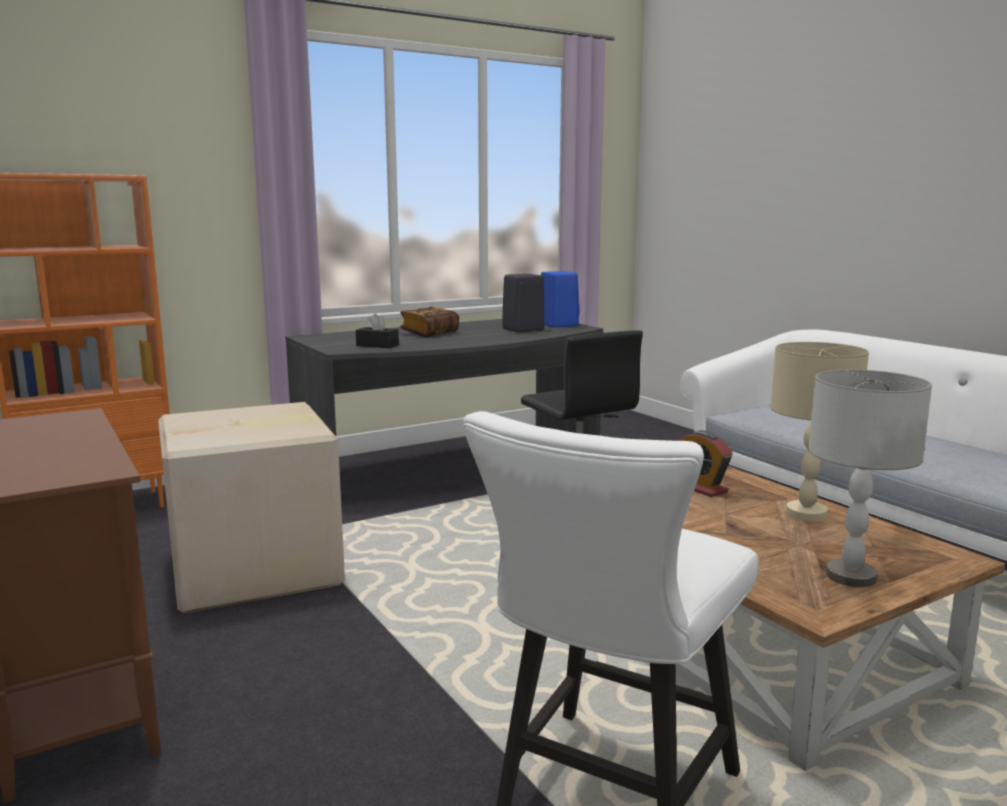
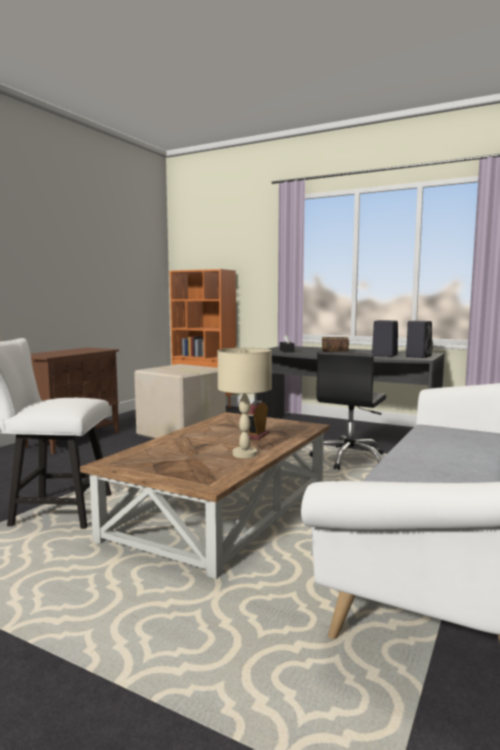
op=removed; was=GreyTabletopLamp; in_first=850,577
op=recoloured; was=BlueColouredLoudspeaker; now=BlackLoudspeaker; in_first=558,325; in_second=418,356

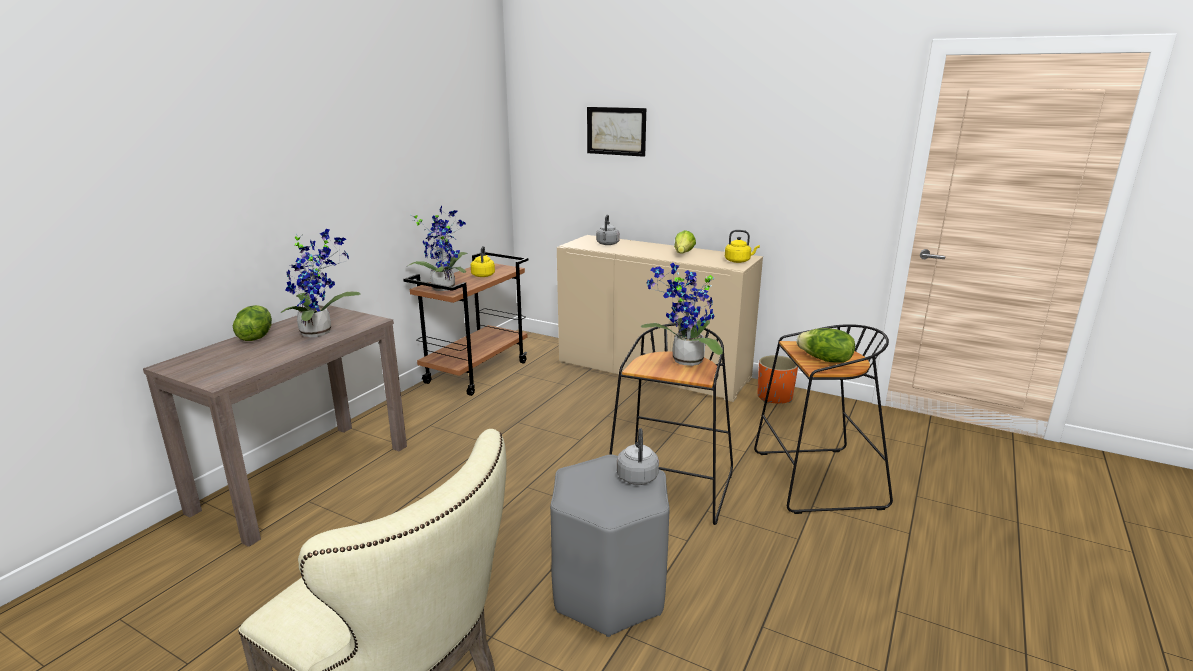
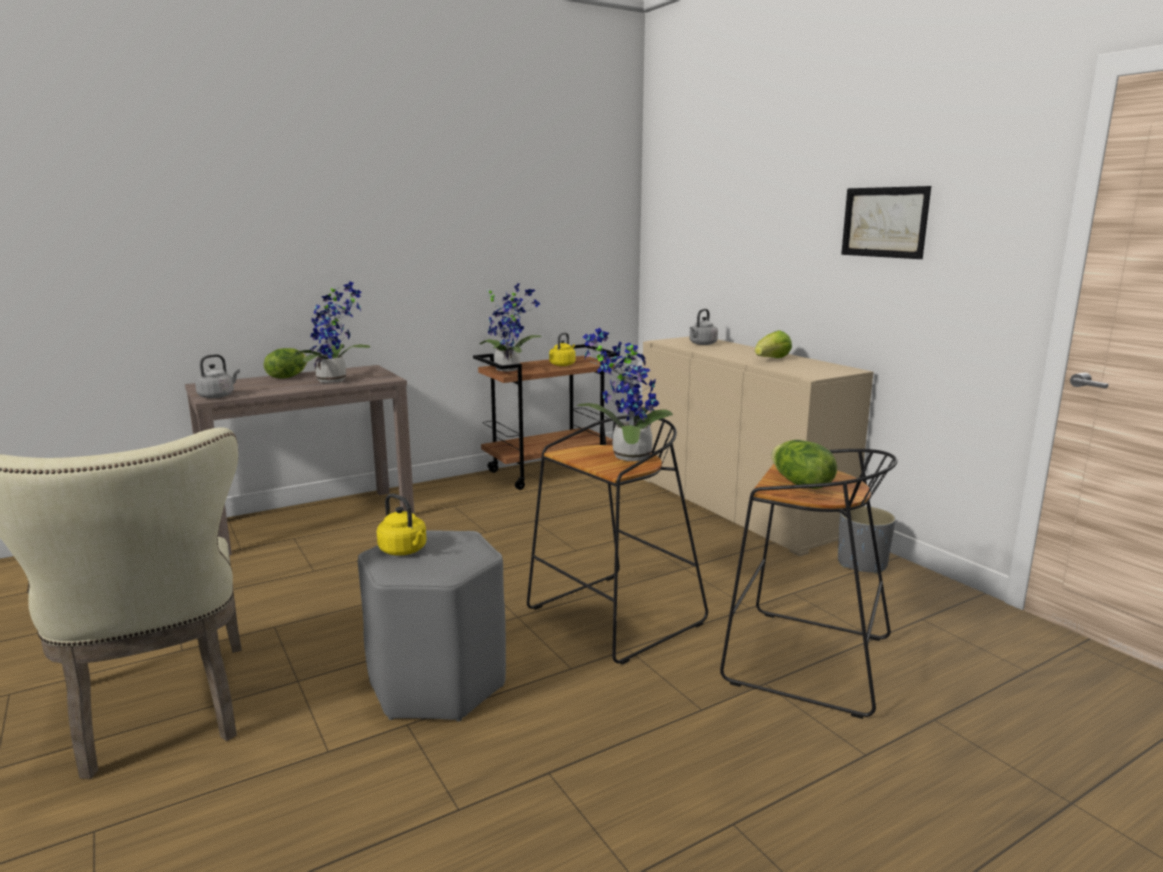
op=moved; was=Picture; in_first=616,131; in_second=884,222
op=moved; was=GreyTeaKettle; in_first=637,476; in_second=218,396
op=moved; was=YellowishTeaKettle; in_first=739,261; in_second=404,551
op=recoloured; was=OrangeFlowerPot; now=GreyFlowerPot; in_first=774,397; in_second=862,564

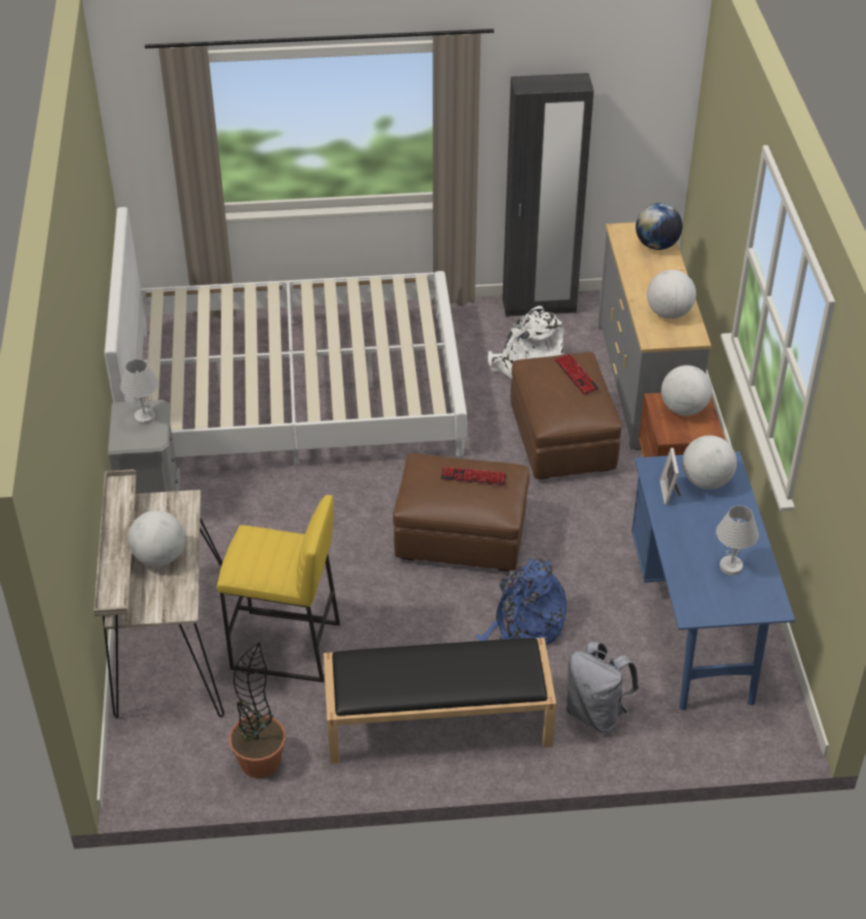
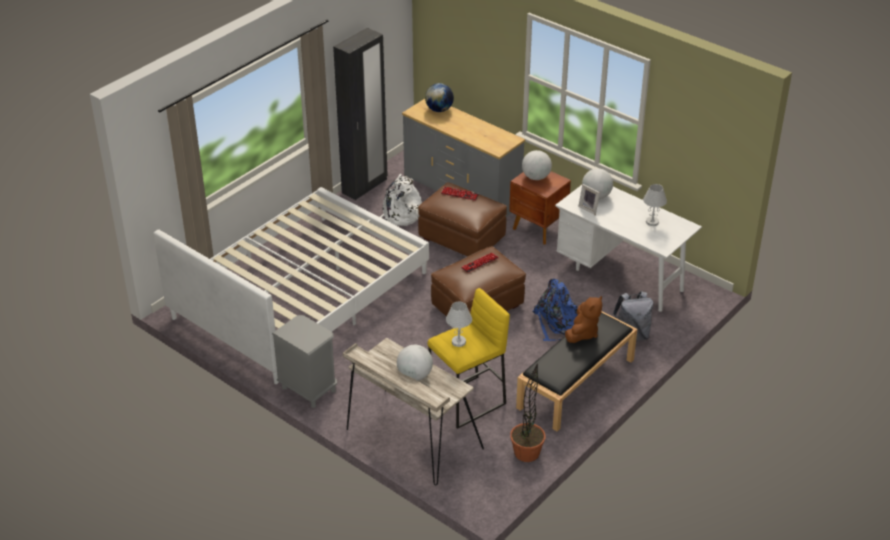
op=removed; was=WorldGlobe; in_first=669,313
op=added; now=BrownPlushToy; in_second=582,333
op=moved; was=WhiteTabletopLamp; in_first=145,417; in_second=459,342
op=recoloured; was=BlueColouredDeskUnit; now=WhiteDeskUnit; in_first=696,625; in_second=621,276

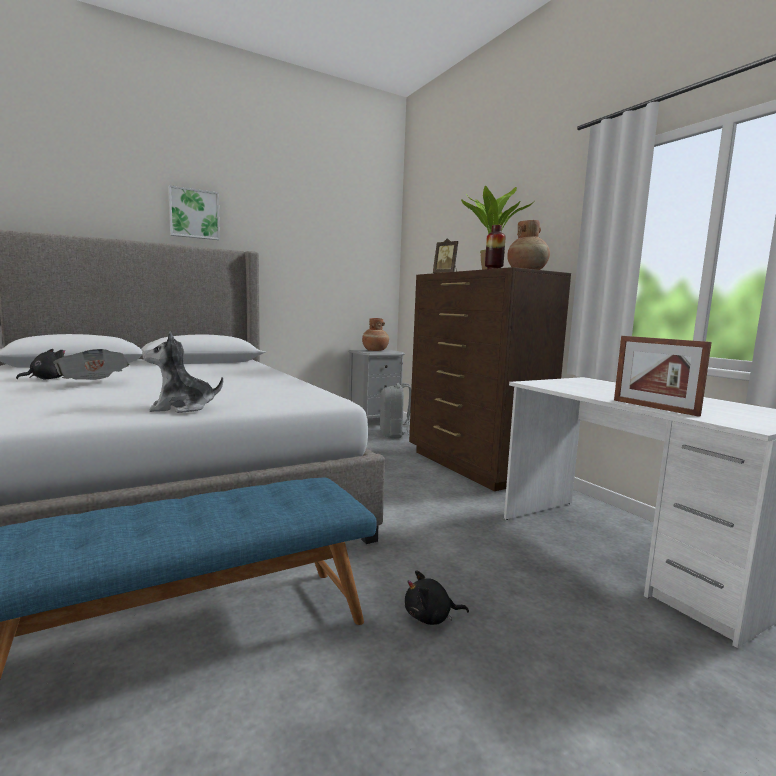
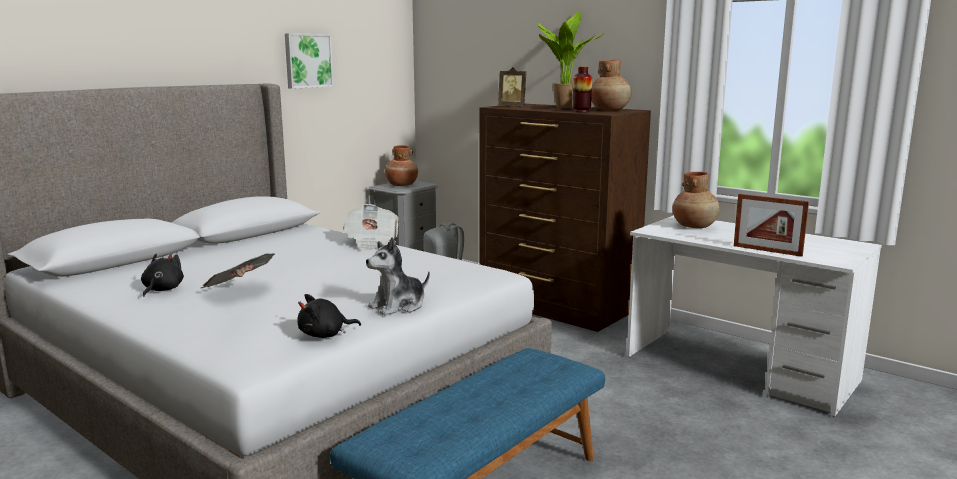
op=added; now=Newspaper; in_second=371,242
op=added; now=BrownFlowerVase; in_second=695,226
op=moved; was=Picture; in_first=194,214; in_second=308,60
op=moved; was=BlackPlushToy; in_first=431,617; in_second=325,335

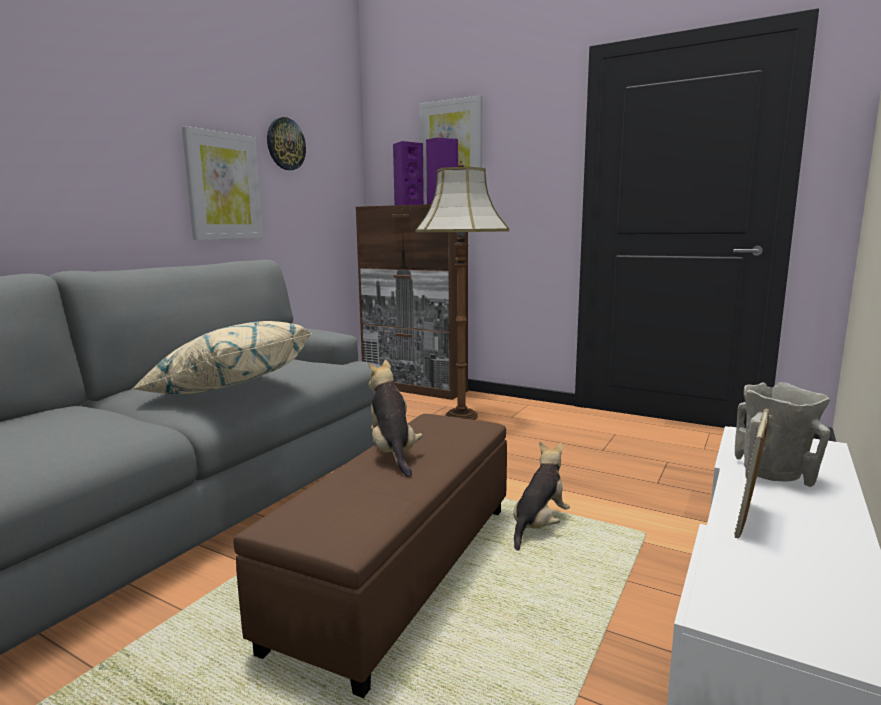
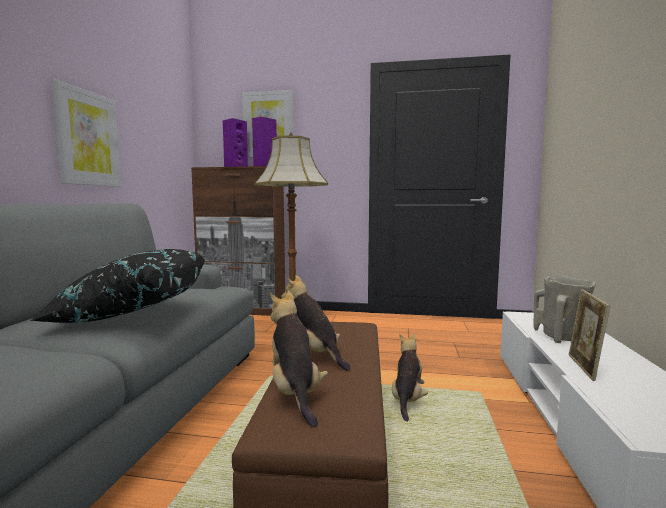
op=removed; was=ClockOnTheWall; in_first=285,144
op=added; now=PlushToy; in_second=295,392
op=recoloured; was=BeigeColouredThrowPillow; now=BlackThrowPillow; in_first=228,388; in_second=131,313

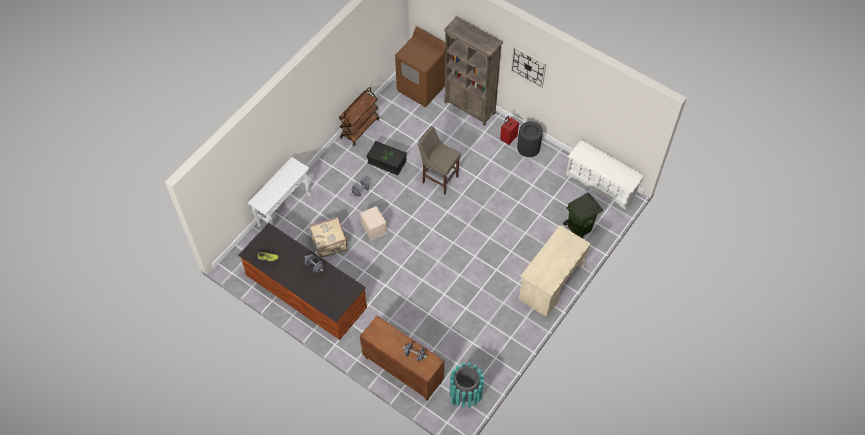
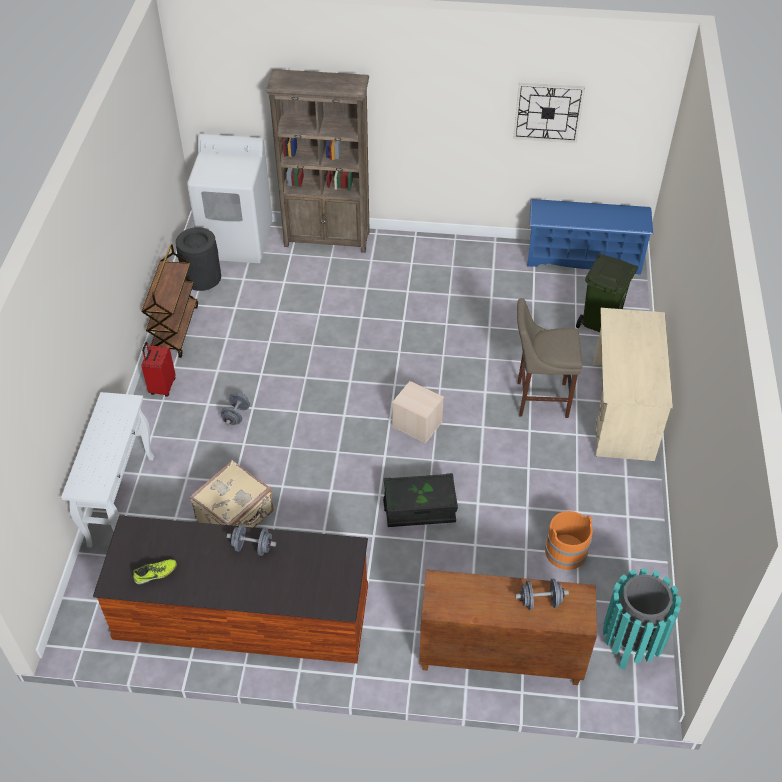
op=added; now=OrangeBucket; in_second=565,552
op=moved; was=BeigeColouredStorageContainer; in_first=373,228; in_second=416,424
op=moved; was=BlackStorageContainer; in_first=387,162; in_second=419,509
op=moved; was=BeigeColouredStool; in_first=438,178; in_second=539,399
op=moved; was=RedColouredSuitcase; in_first=508,138; in_second=162,387
op=moved; was=ClockOnTheWall; in_first=528,67; in_second=548,112
op=moved; was=BlackWasteBin; in_first=528,147; in_second=202,277
op=recoloured; was=BrownLaundryMachine; now=WhiteLaundryMachine; in_first=422,87; in_second=237,241
op=recoloured; was=WhiteShoeStand; now=BlueColouredShoeStand; in_first=601,184; in_second=583,257

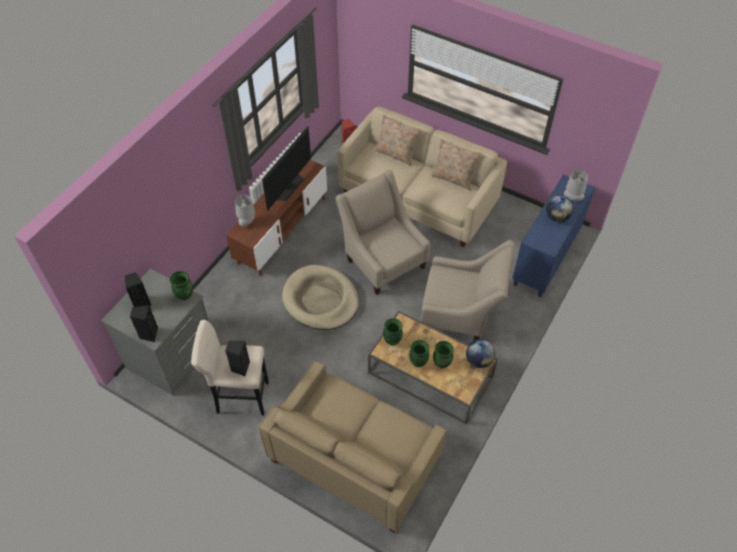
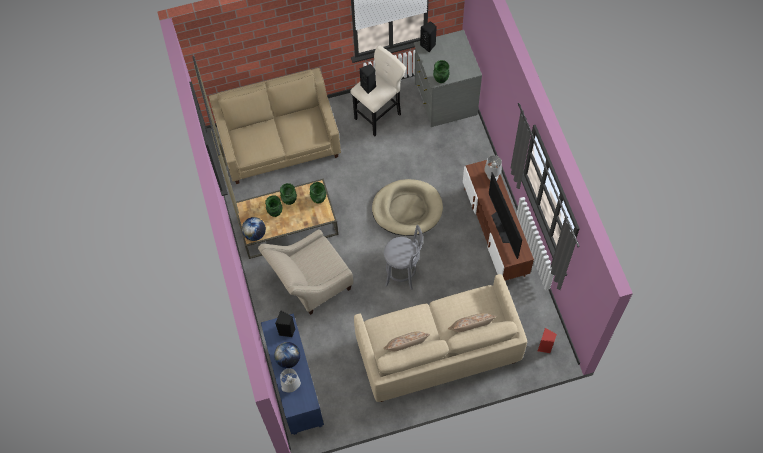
op=moved; was=BlackLoudspeaker; in_first=142,303; in_second=287,331
op=replaced; was=BeigeColouredEasyChair; now=GreyStool; in_first=382,260; in_second=403,274

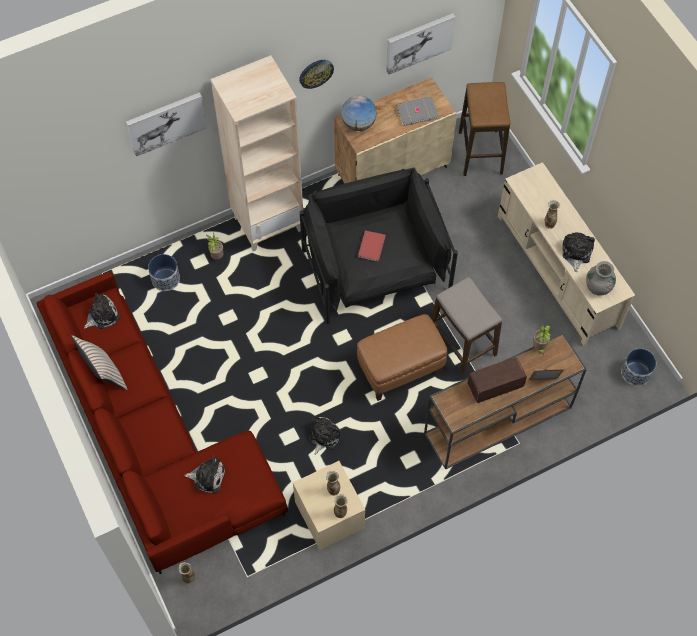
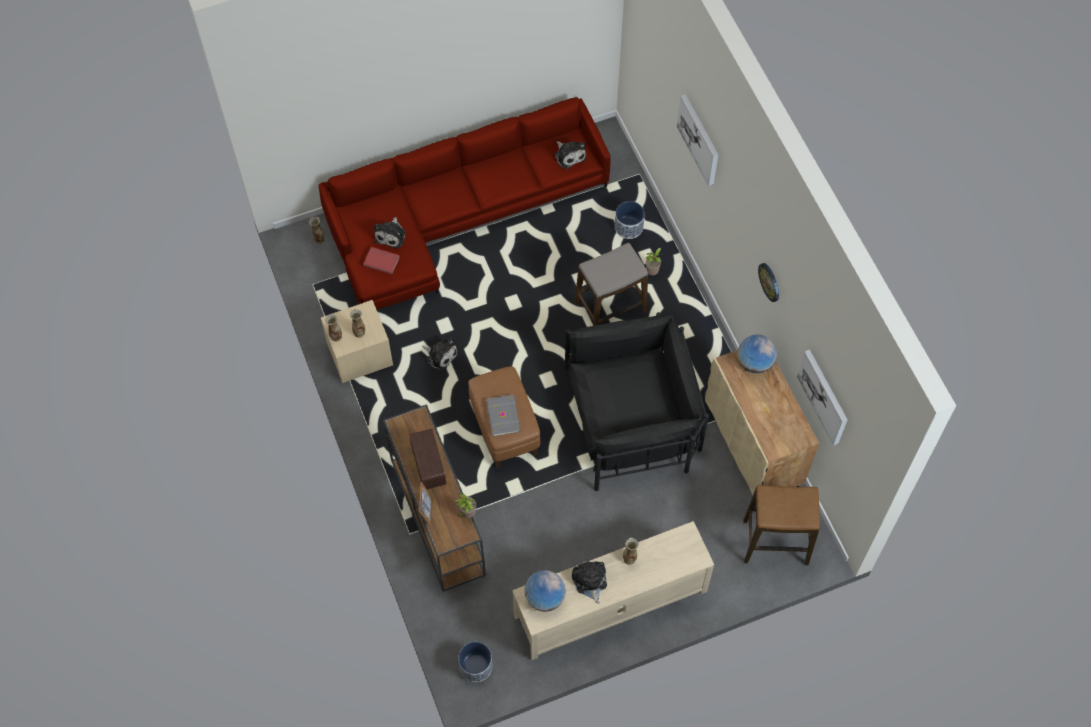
op=removed; was=BeigeColouredThrowPillow; in_first=104,373
op=removed; was=BeigeColouredBookshelf; in_first=268,223
op=moved; was=RedColouredVolume; in_first=370,246; in_second=381,260
op=moved; was=GreyVolume; in_first=416,112; in_second=504,416
op=moved; was=Stool; in_first=462,342; in_second=610,307
op=replaced; was=GreyFlowerVase; now=WorldGlobe; in_first=598,287; in_second=544,597
op=turned; was=PlushToy; in_first=576,253; in_second=589,581; clockwise=-120

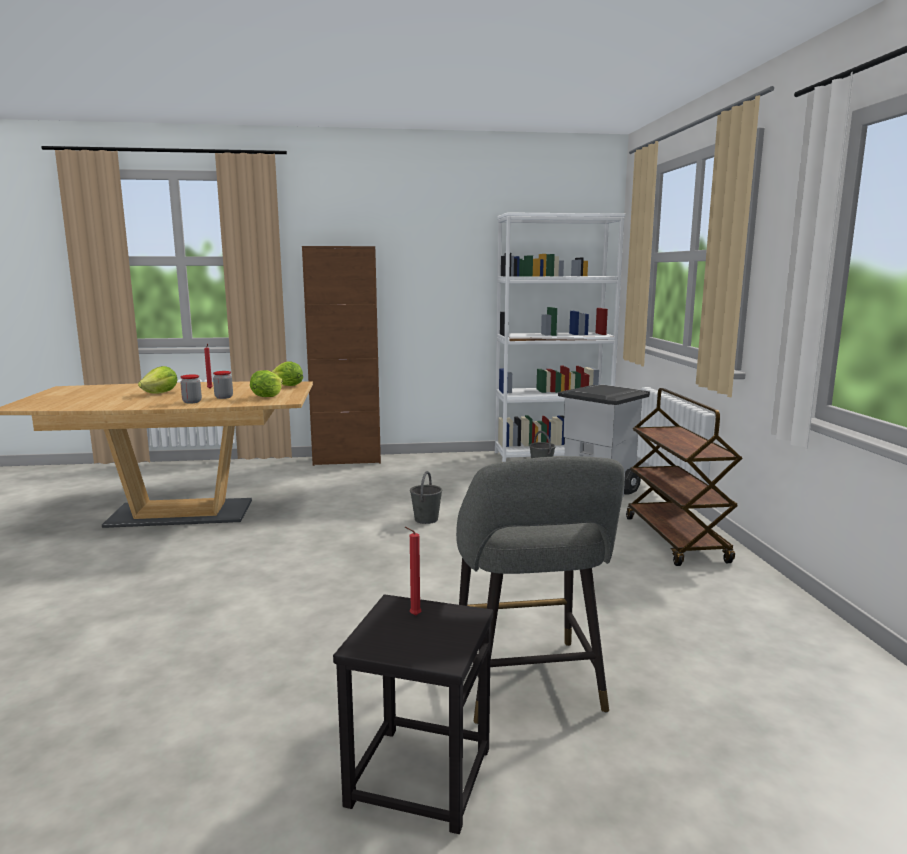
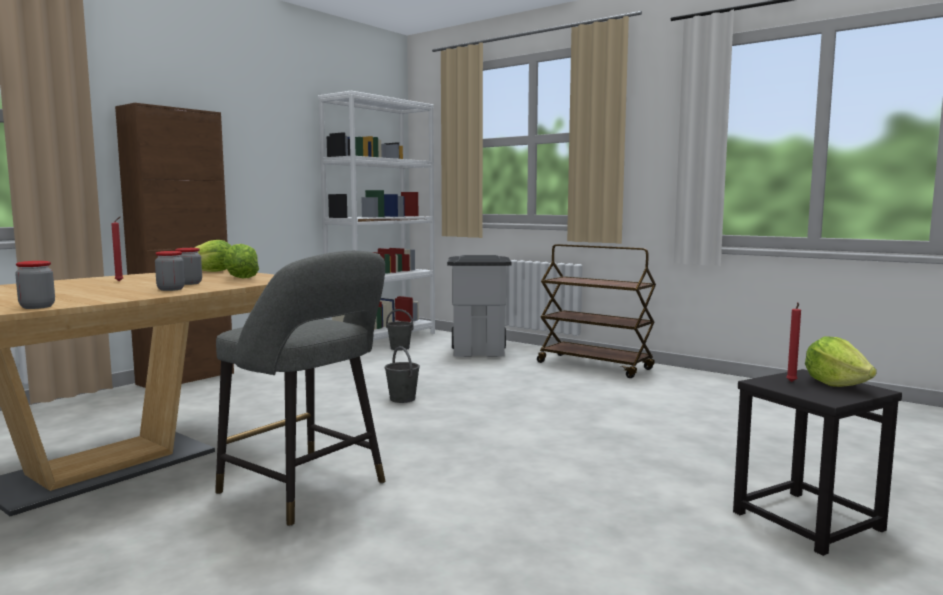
op=added; now=StorageJar; in_second=37,307
op=moved; was=Lettuce; in_first=161,393; in_second=835,384
op=moved; was=GreyStool; in_first=529,686; in_second=308,490

